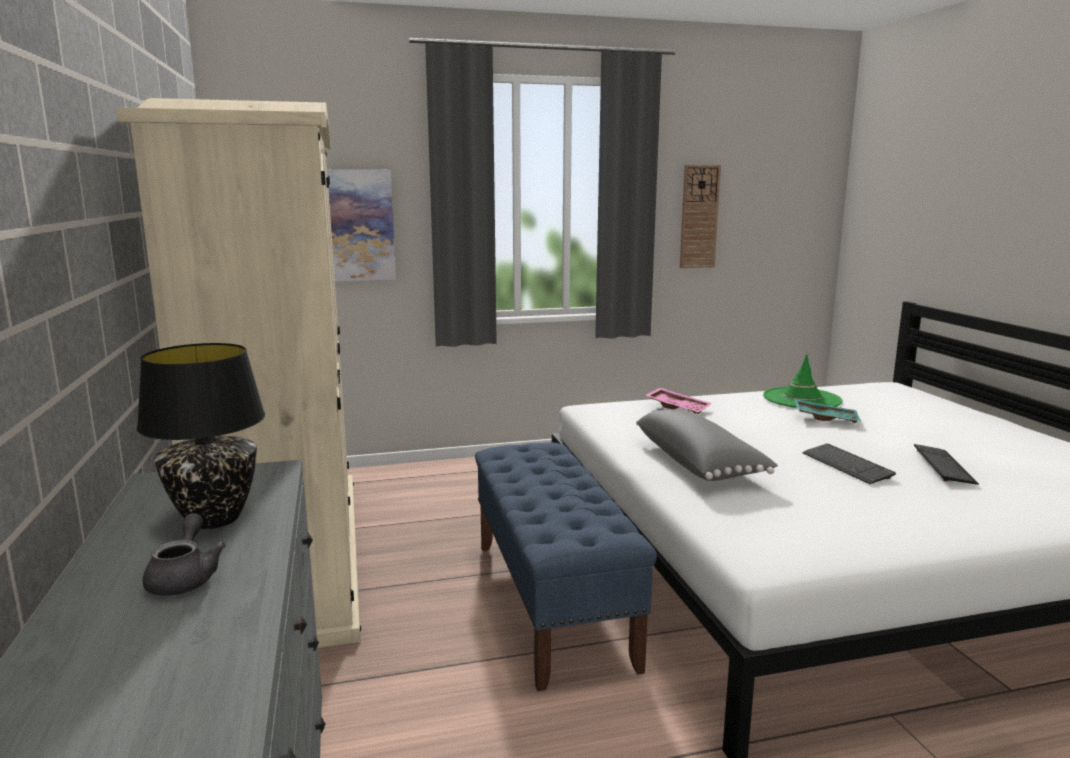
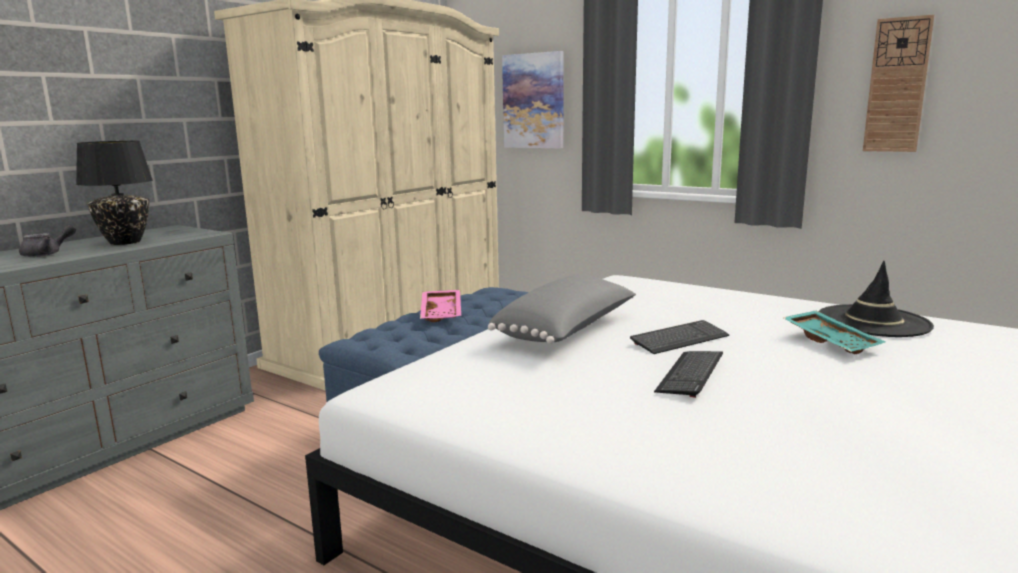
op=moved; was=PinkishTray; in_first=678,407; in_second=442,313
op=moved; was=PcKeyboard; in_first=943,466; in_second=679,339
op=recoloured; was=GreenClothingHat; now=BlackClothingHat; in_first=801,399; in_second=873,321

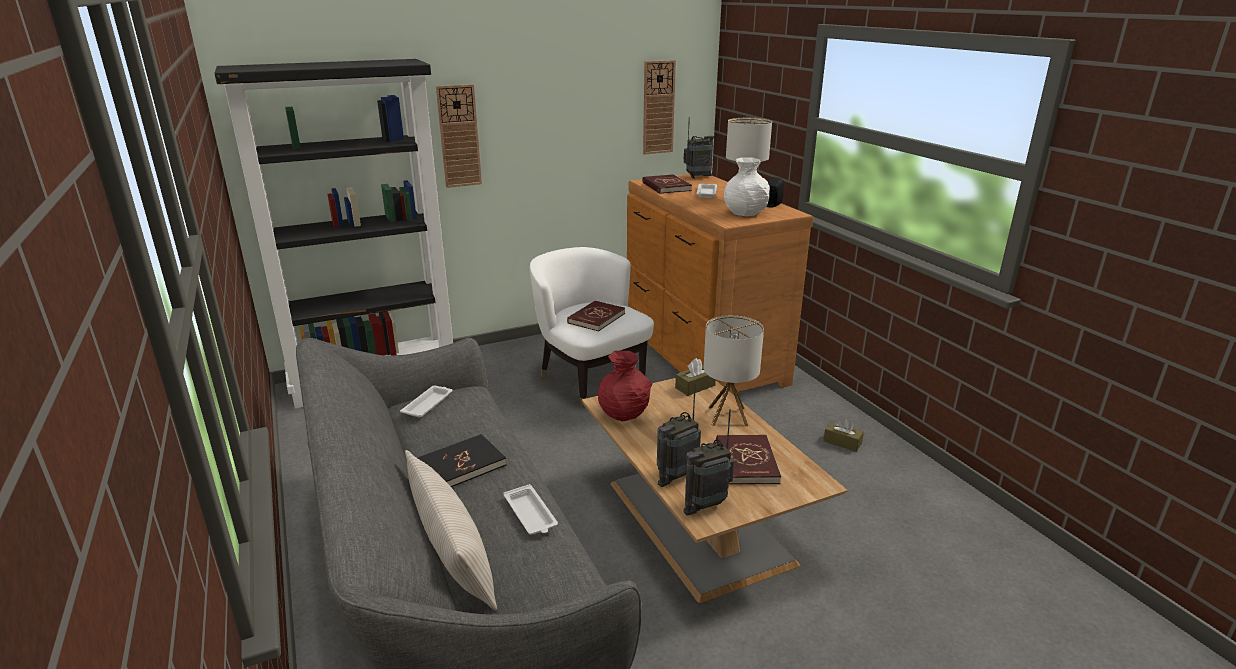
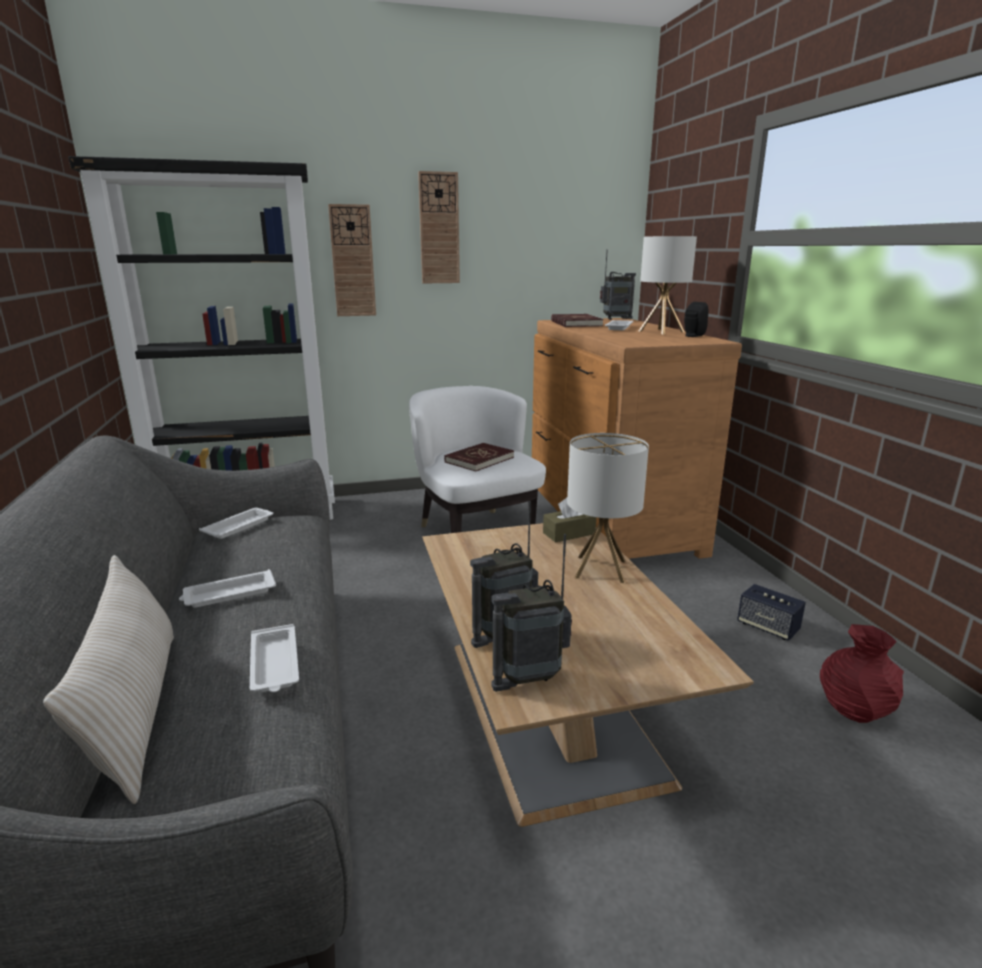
op=removed; was=RedColouredVolume; in_first=746,462
op=removed; was=WhiteFlowerVase; in_first=746,213
op=moved; was=RedColouredFlowerVase; in_first=624,413; in_second=853,708
op=moved; was=ClockOnTheWall; in_first=658,107; in_second=439,229
op=replaced; was=BlackVolume; now=WhiteTray; in_first=461,465; in_second=228,594
op=replaced; was=BrownBoxOfTissues; now=Loudspeaker; in_first=842,442; in_second=767,627

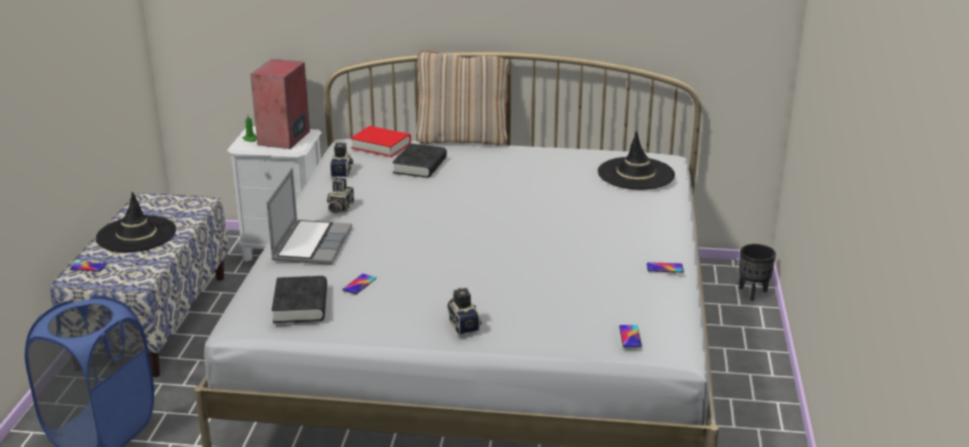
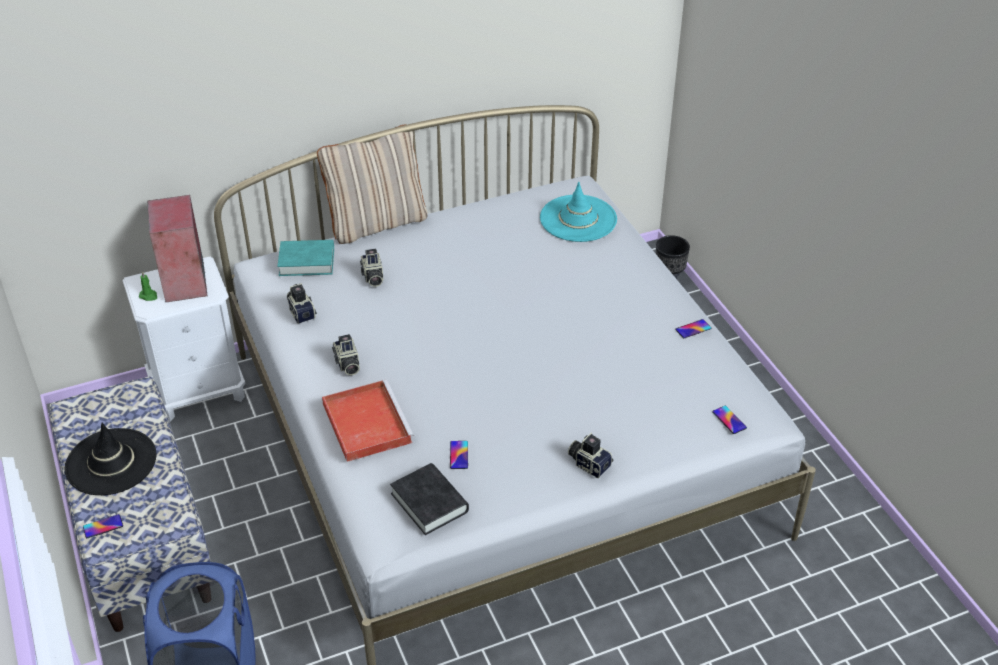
op=replaced; was=NotebookComputer; now=RedColouredTray; in_first=311,244; in_second=365,422
op=replaced; was=BlackVolume; now=PhotoCamera; in_first=420,166; in_second=372,277
op=recoloured; was=RedColouredVolume; now=TurquoiseColouredVolume; in_first=381,146; in_second=307,262
op=recoloured; was=BlackClothingHat; now=TurquoiseColouredClothingHat; in_first=636,174; in_second=578,219

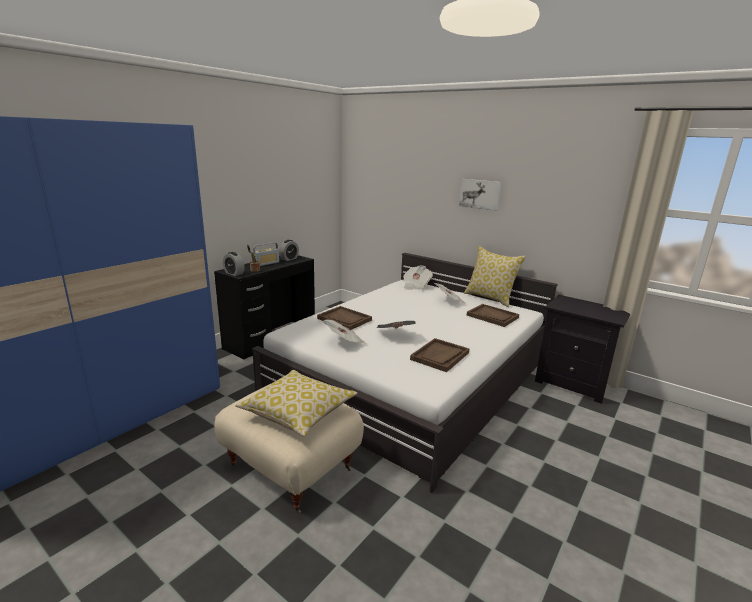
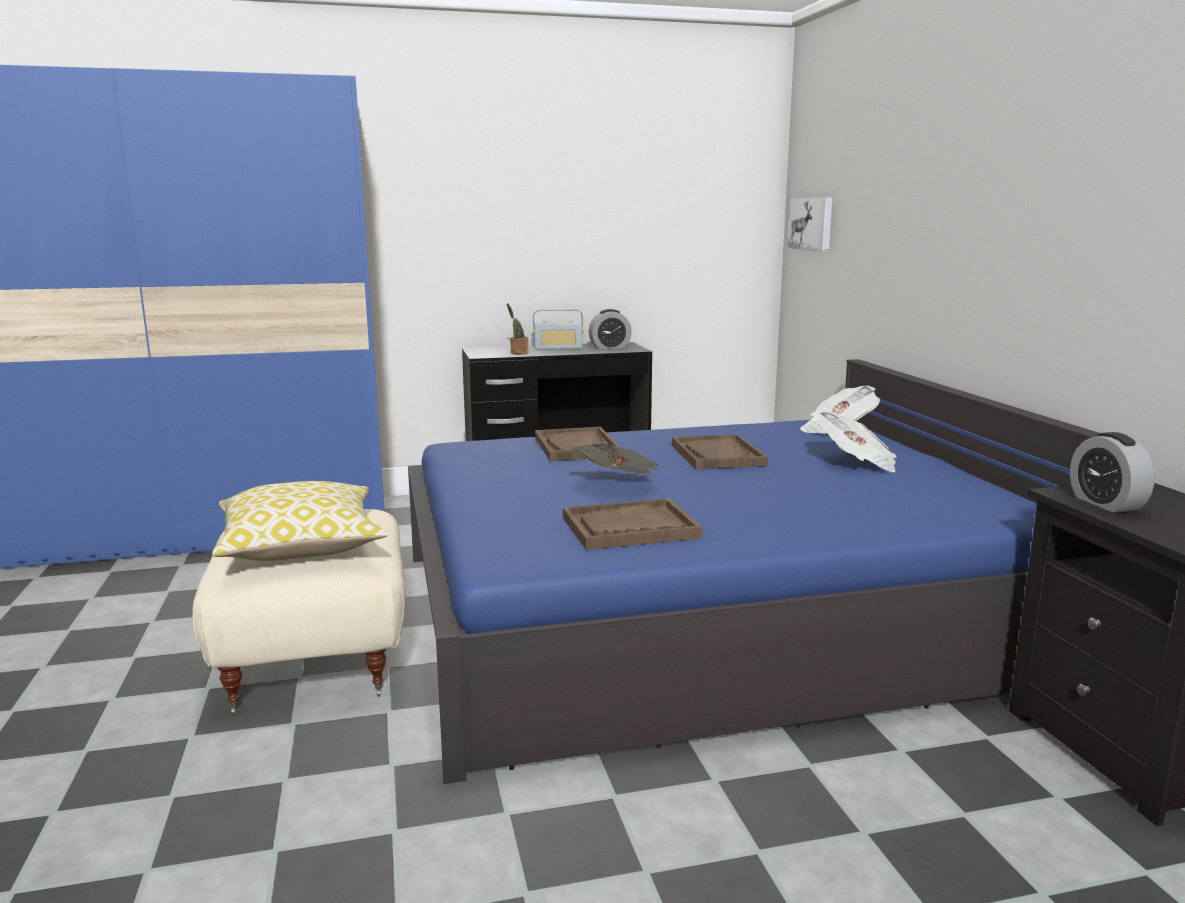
op=removed; was=Newspaper; in_first=344,342
op=removed; was=ThrowPillow; in_first=490,298
op=moved; was=BedsideClock; in_first=234,273; in_second=1106,503
op=moved; was=Picture; in_first=480,194; in_second=812,224
op=moved; was=BrownTray; in_first=492,316; in_second=717,455
op=recoloured; was=WhiteBedroomBed; now=BlueColouredBedroomBed; in_first=412,378; in_second=706,614

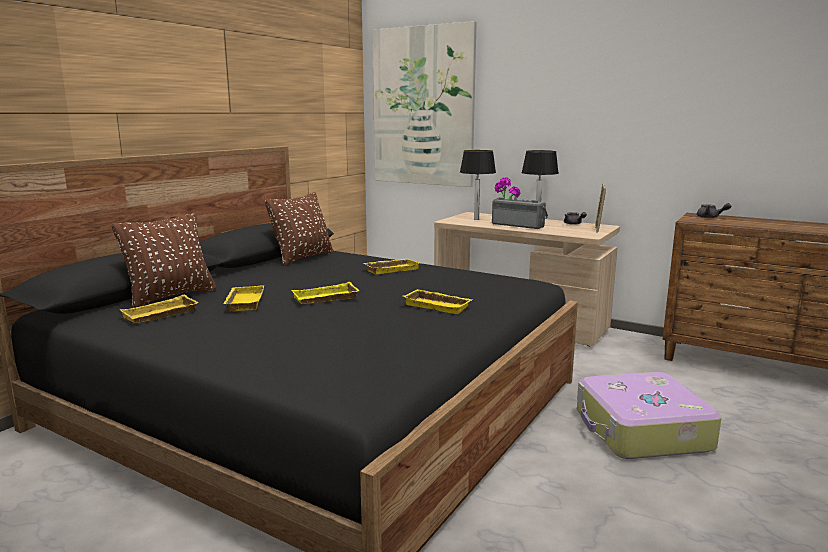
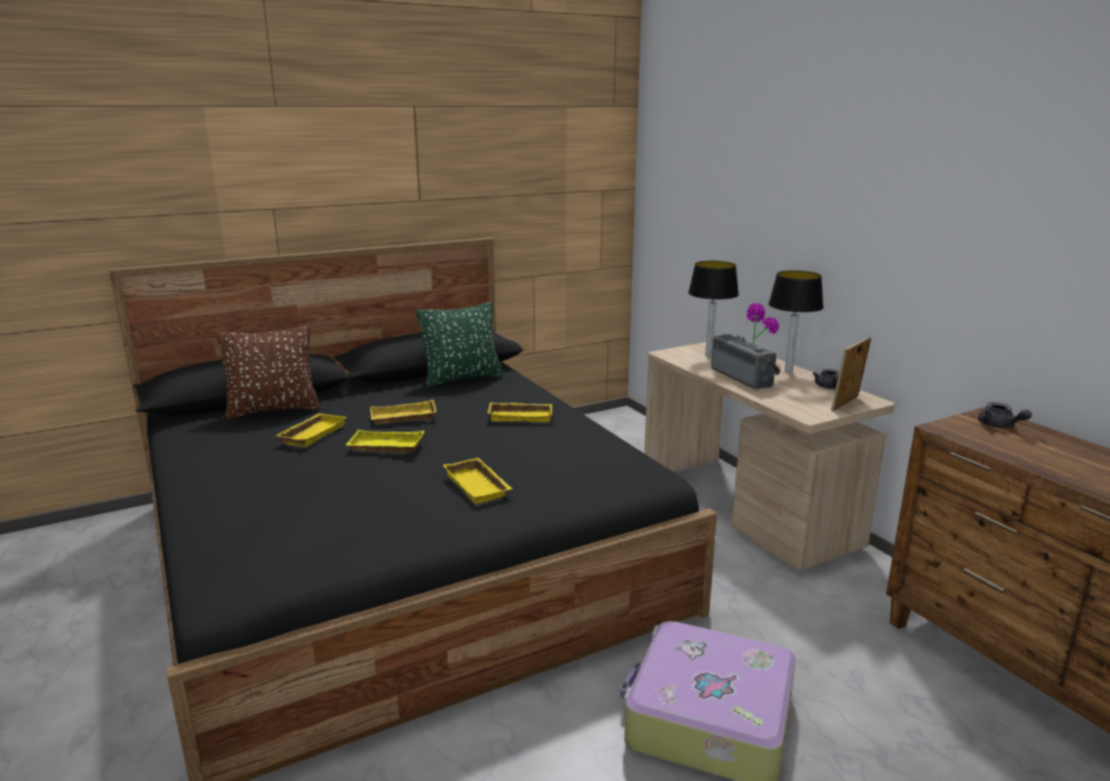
op=removed; was=Picture; in_first=423,107
op=moved; was=YellowishTray; in_first=160,315; in_second=402,418
op=recoloured; was=BrownThrowPillow; now=GreenThrowPillow; in_first=302,258; in_second=462,378

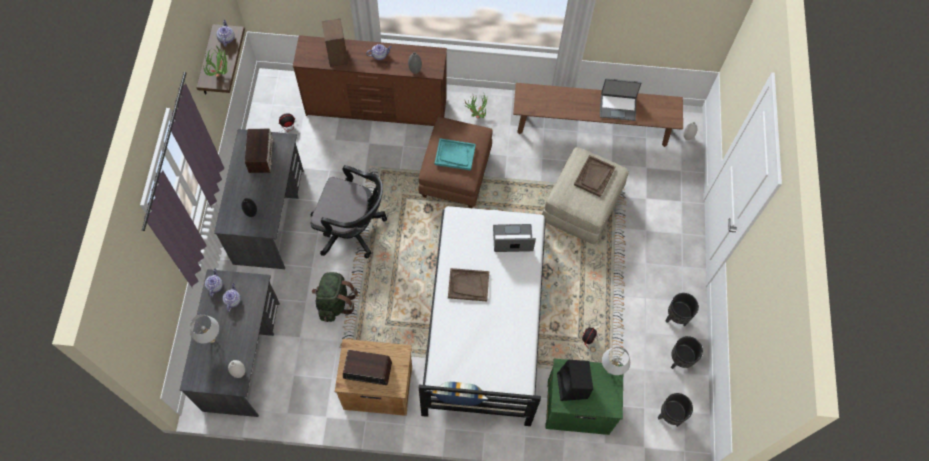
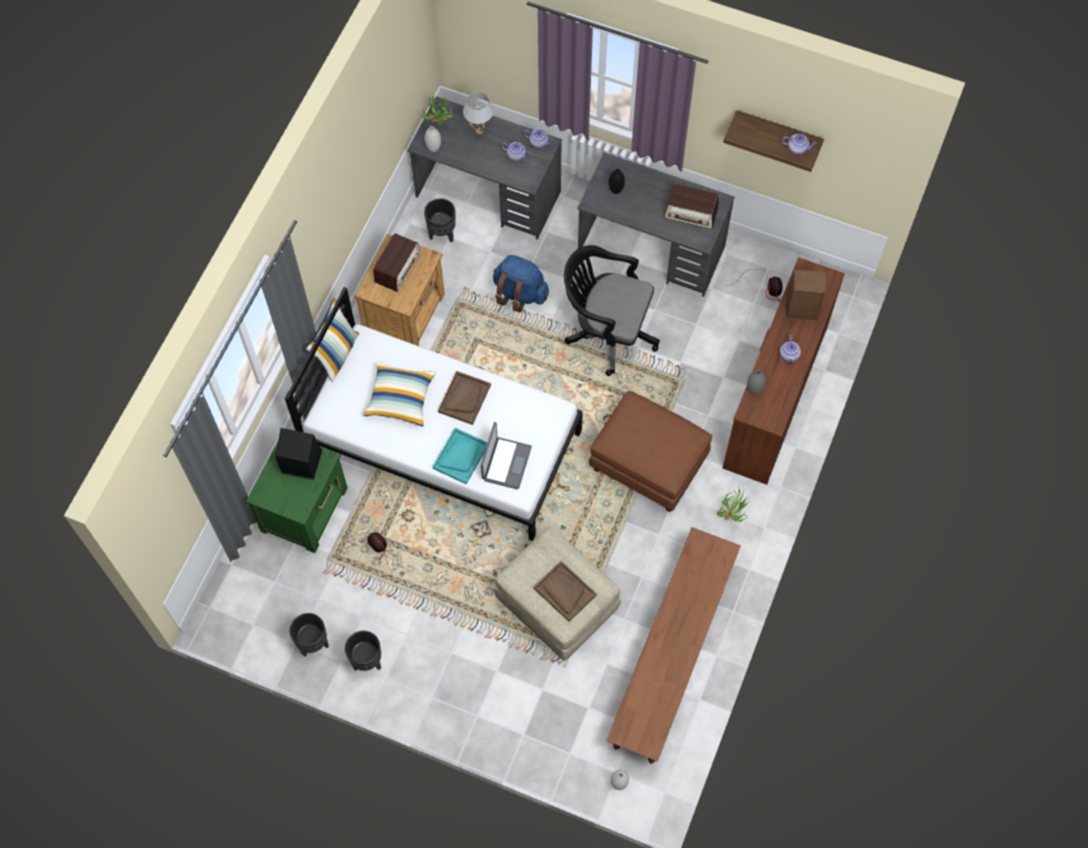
op=removed; was=NotebookComputer; in_first=618,107
op=removed; was=WhiteTabletopLamp; in_first=610,370
op=added; now=ThrowPillow; in_second=401,398
op=moved; was=PlantInAPot; in_first=222,73; in_second=439,124
op=moved; was=TurquoiseColouredTray; in_first=455,155; in_second=460,456
op=moved; was=BlackFlowerPot; in_first=669,416; in_second=442,234
op=recoloured; was=GreenRucksack; now=BlueColouredRucksack; in_first=334,302; in_second=519,293
op=turned; was=BlackDeskChair; in_first=352,229; in_second=607,332; clockwise=75

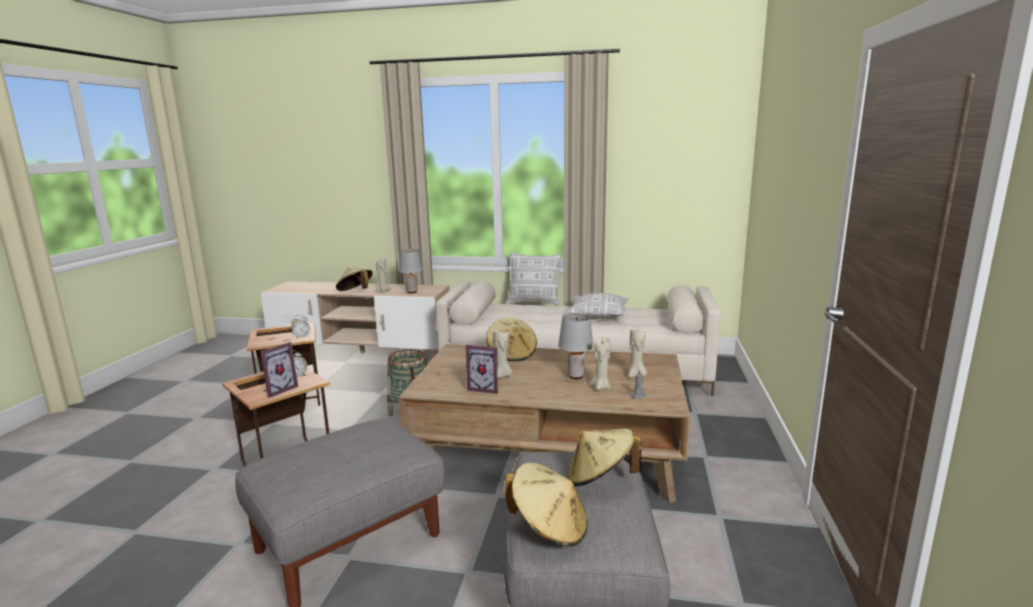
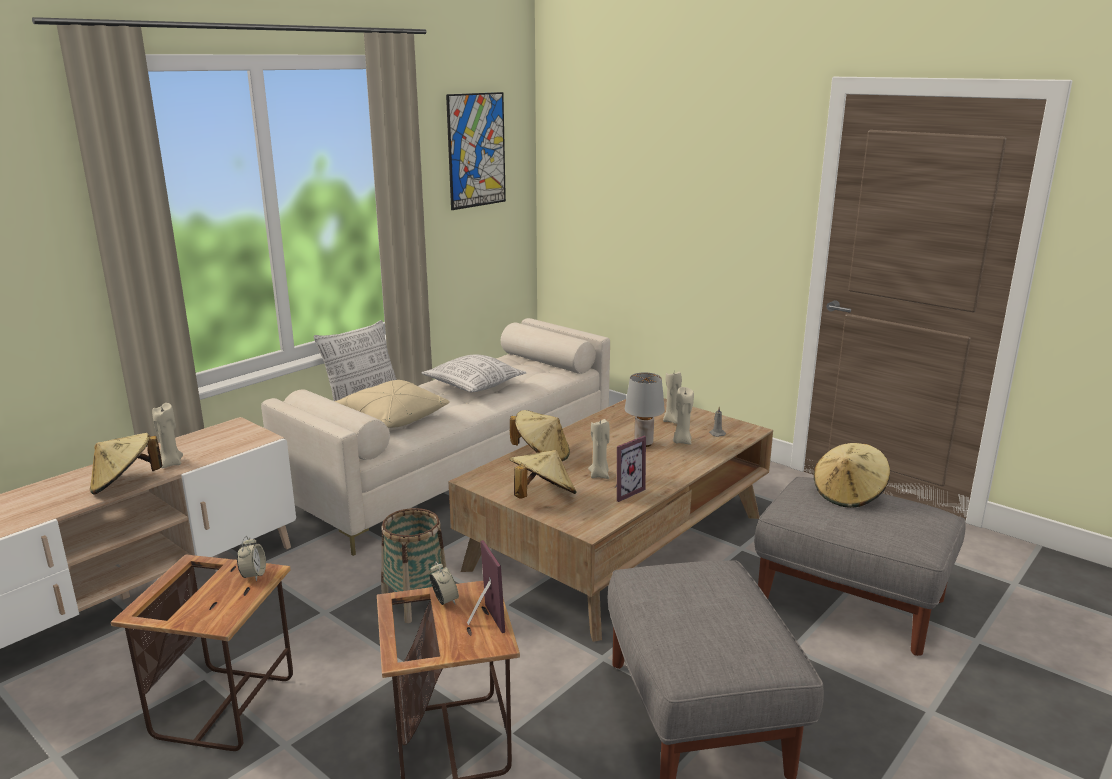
op=removed; was=GreyTabletopLamp; in_first=412,292
op=added; now=BeigeColouredThrowPillow; in_second=392,418
op=added; now=Picture; in_second=476,150
op=moved; was=BeigeColouredClothingHat; in_first=549,527; in_second=542,497

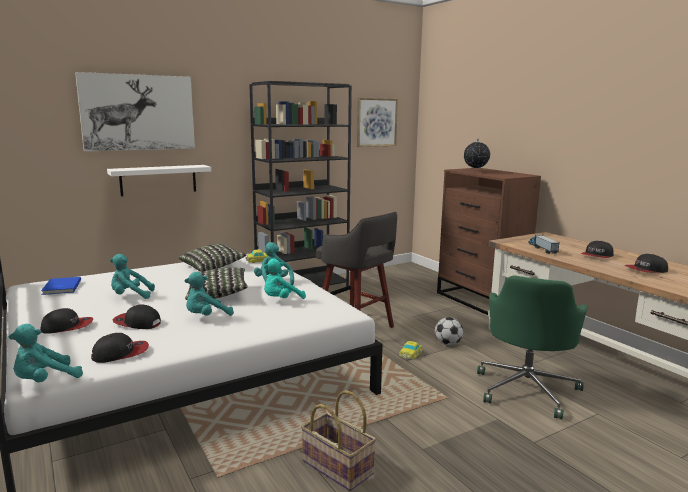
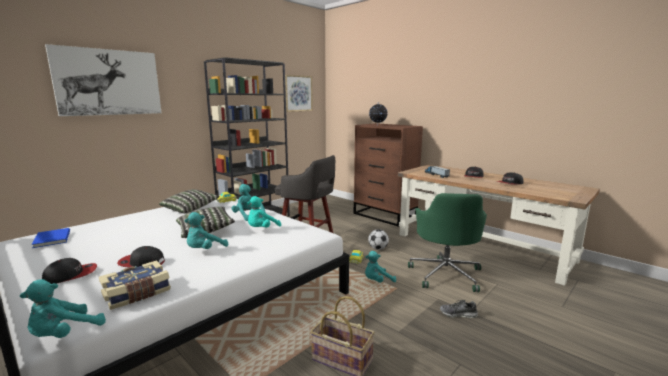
op=removed; was=WhiteBracketShelf; in_first=158,180
op=added; now=LowShoe; in_second=458,314
op=moved; was=TurquoiseColouredPlushToy; in_first=130,296; in_second=377,281
op=replaced; was=Cap; now=Volume; in_first=121,353; in_second=137,294

